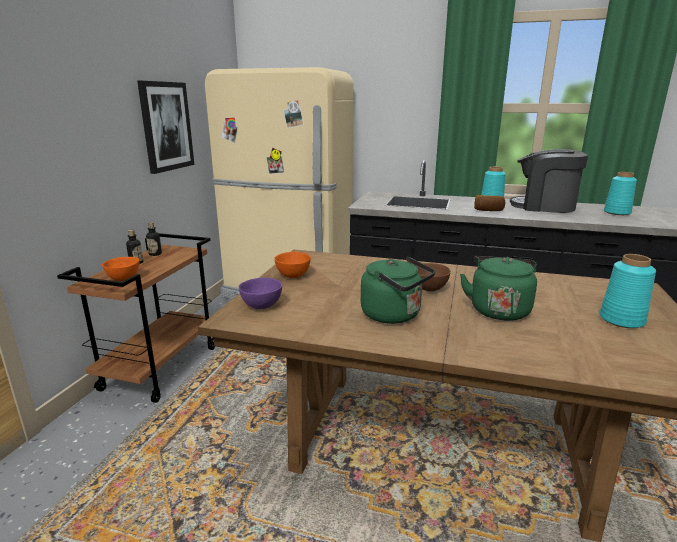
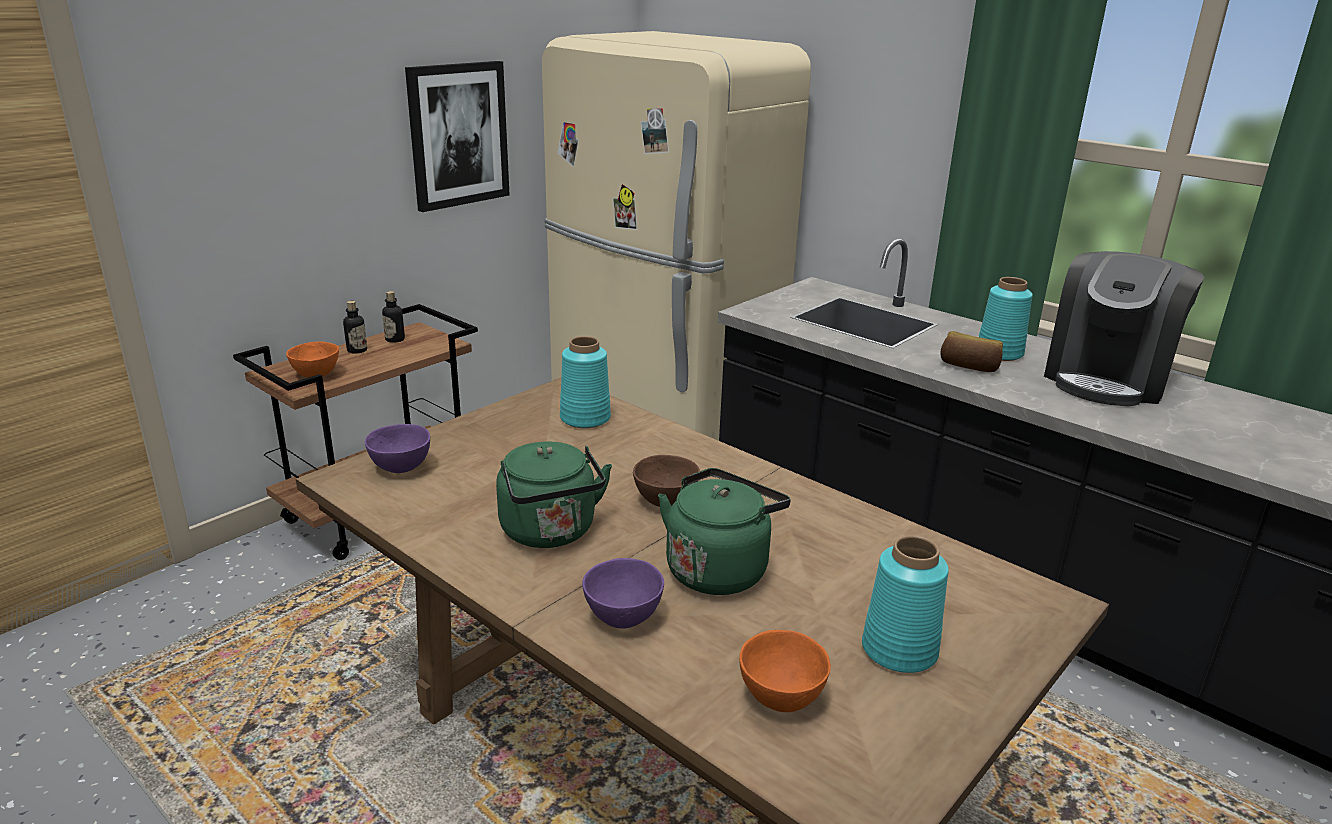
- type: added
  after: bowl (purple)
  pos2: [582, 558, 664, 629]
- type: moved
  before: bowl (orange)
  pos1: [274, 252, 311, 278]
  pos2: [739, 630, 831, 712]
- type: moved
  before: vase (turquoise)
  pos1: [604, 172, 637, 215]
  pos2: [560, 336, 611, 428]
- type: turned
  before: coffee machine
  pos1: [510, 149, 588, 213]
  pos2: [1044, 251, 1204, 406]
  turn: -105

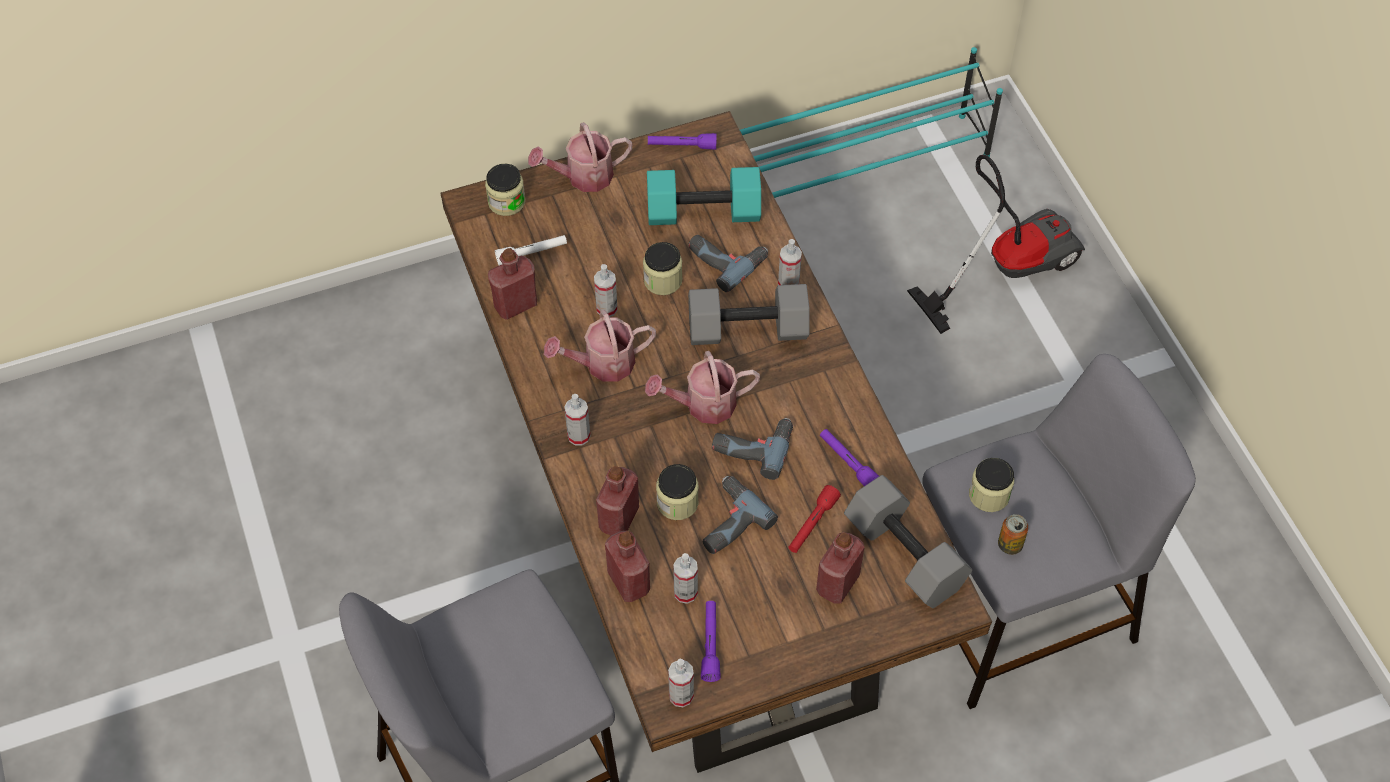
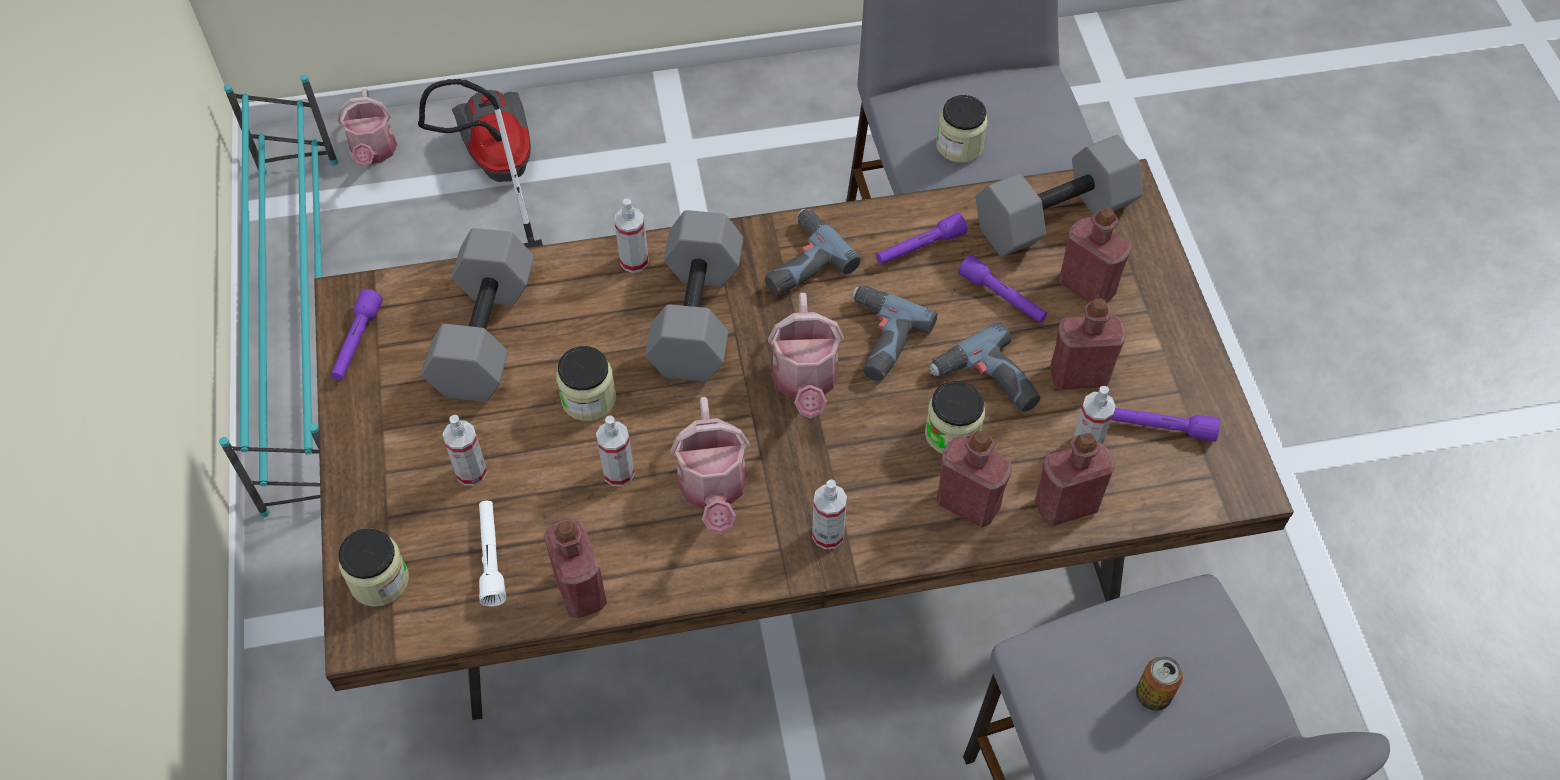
- type: added
  after: bottle (red)
  pos2: [1050, 299, 1126, 390]
- type: moved
  before: watering can
  pos1: [528, 122, 632, 192]
  pos2: [338, 88, 397, 167]
- type: moved
  before: spray bottle
  pos1: [668, 659, 694, 707]
  pos2: [443, 415, 487, 486]
- type: moved
  before: power drill
  pos1: [688, 235, 768, 292]
  pos2: [765, 209, 861, 295]
- type: moved
  before: can
  pos1: [998, 514, 1028, 555]
  pos2: [1136, 656, 1183, 711]
- type: recoloured
  before: dumbbell (turquoise)
  after: dumbbell (grey)
  pos1: [647, 167, 761, 225]
  pos2: [421, 228, 534, 402]
- type: recoloured
  before: flashlight (red)
  after: flashlight (purple)
  pos1: [788, 485, 841, 553]
  pos2: [958, 255, 1047, 323]

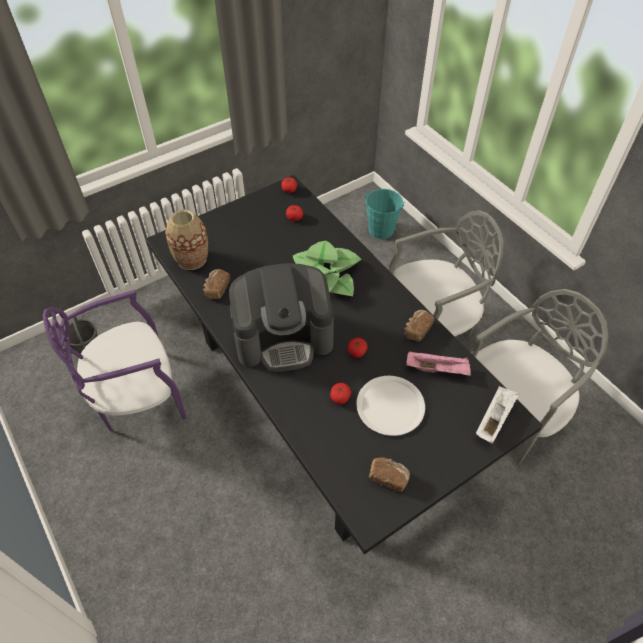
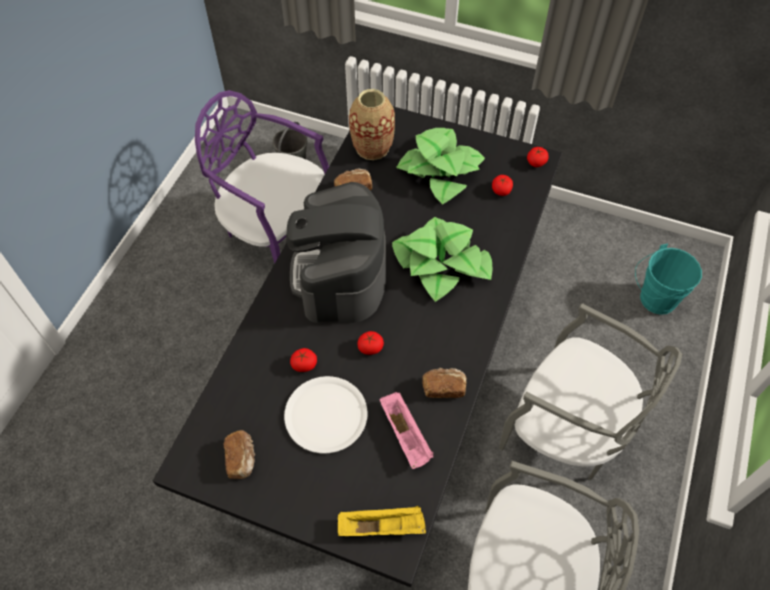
- type: added
  after: potted plant
  pos2: [396, 128, 485, 205]
- type: recoloured
  before: tray (white)
  after: tray (yellow)
  pos1: [476, 386, 519, 443]
  pos2: [338, 506, 426, 536]
- type: turned
  before: coffee machine
  pos1: [229, 263, 334, 372]
  pos2: [286, 182, 386, 323]
  turn: 45

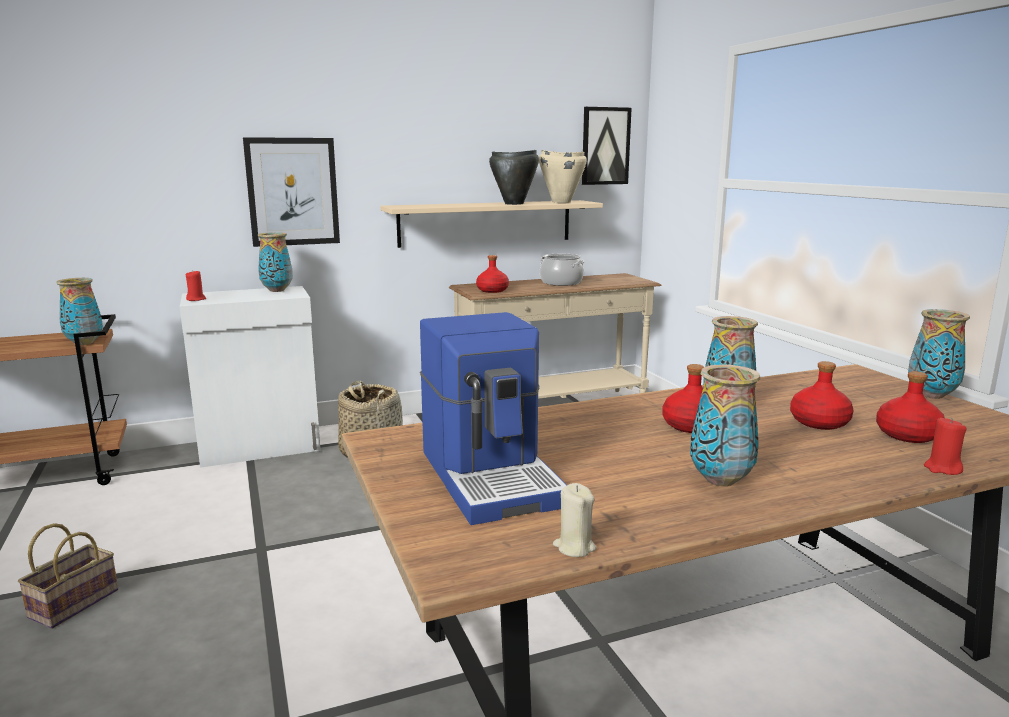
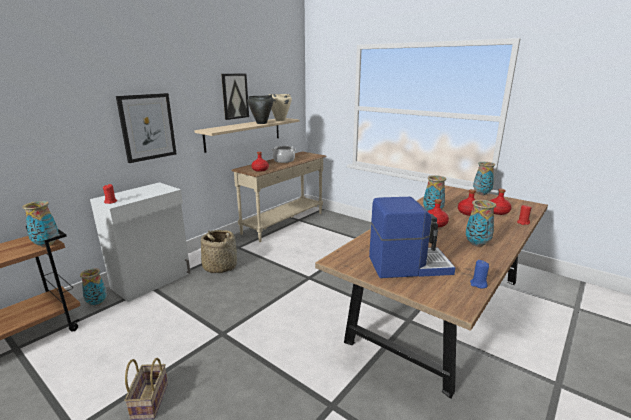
- type: moved
  before: vase
  pos1: [258, 232, 293, 292]
  pos2: [80, 268, 107, 306]
- type: moved
  before: picture
  pos1: [582, 107, 632, 185]
  pos2: [221, 73, 249, 120]
- type: recoloured
  before: candle (beige)
  after: candle (blue)
  pos1: [553, 483, 596, 557]
  pos2: [470, 260, 489, 288]
- type: turned
  before: coffee machine
  pos1: [420, 312, 567, 525]
  pos2: [369, 197, 455, 278]
  turn: -45

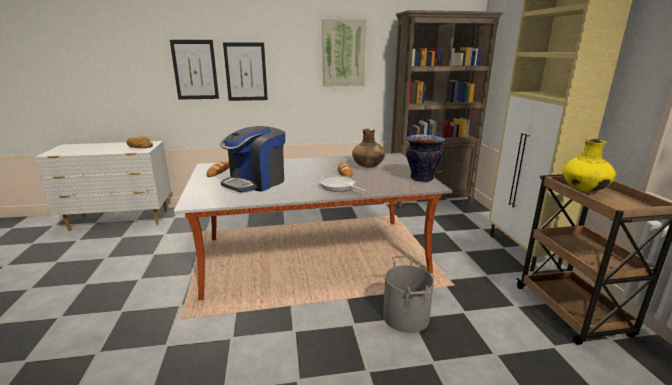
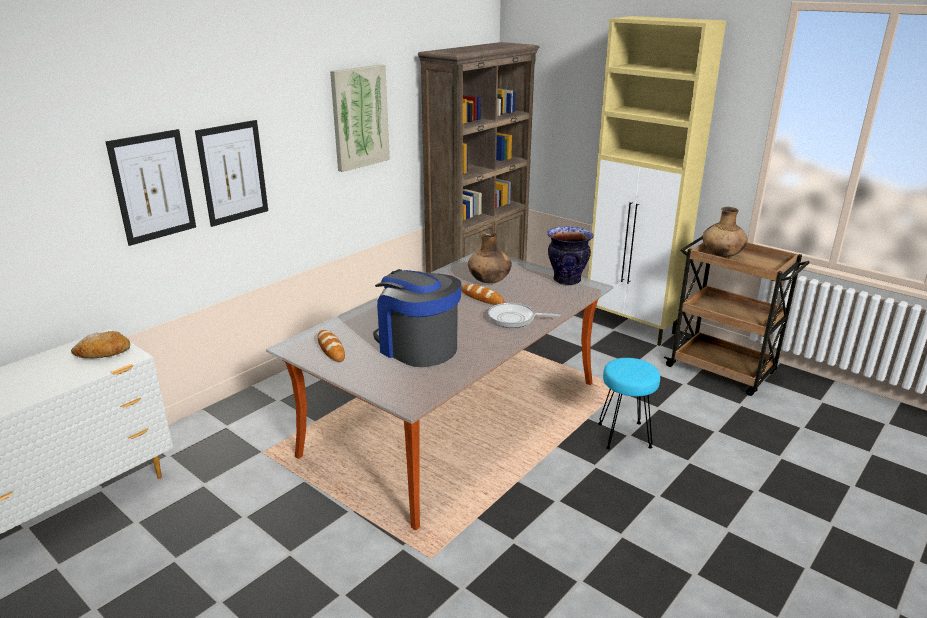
- type: replaced
  before: bucket (grey)
  after: stool (turquoise)
  pos1: [383, 256, 434, 333]
  pos2: [598, 358, 660, 449]
- type: recoloured
  before: vase (yellow)
  after: vase (brown)
  pos1: [562, 139, 616, 192]
  pos2: [702, 207, 748, 257]
- type: turned
  before: coffee machine
  pos1: [220, 126, 285, 192]
  pos2: [373, 269, 462, 367]
  turn: 135

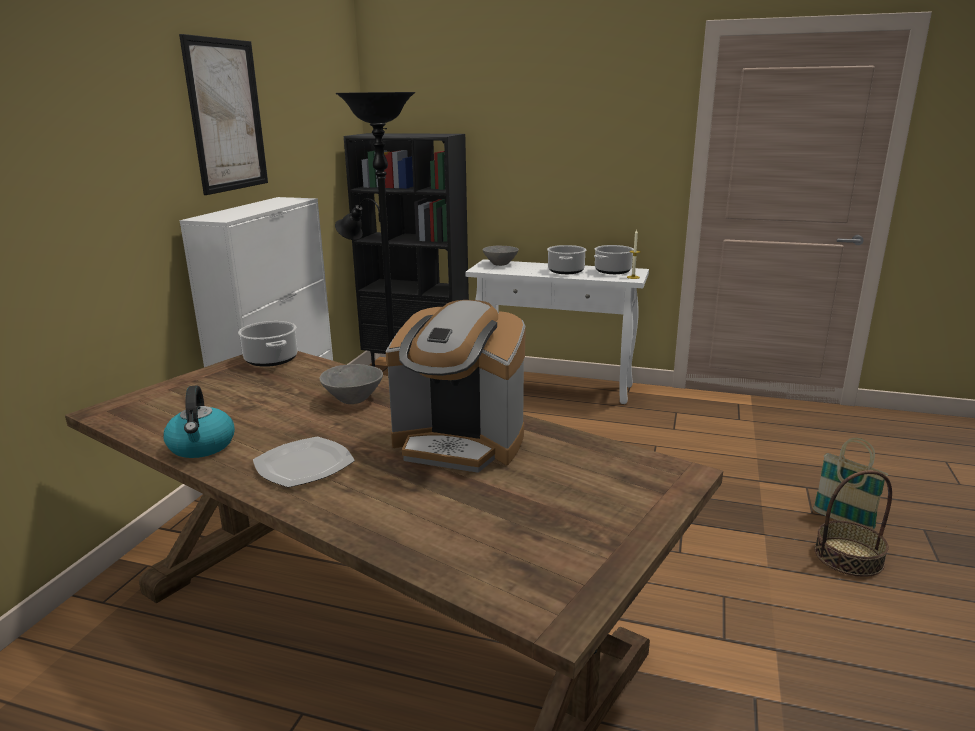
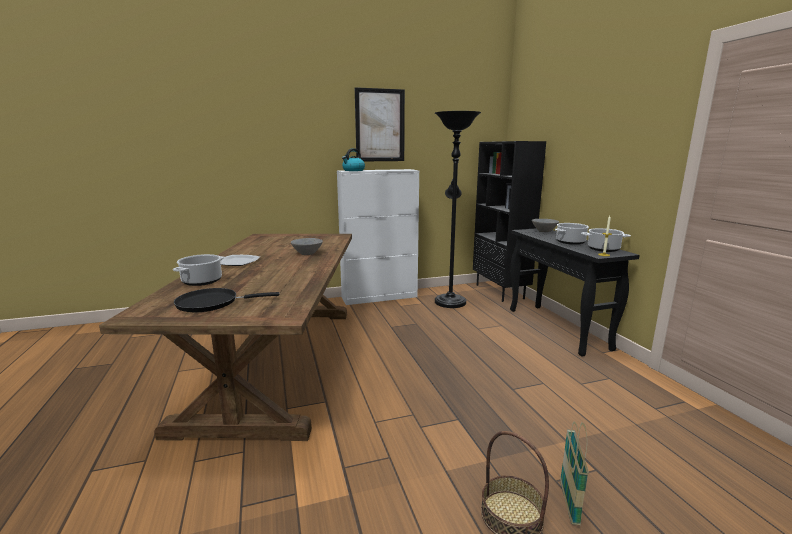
- type: removed
  before: coffee machine
  pos1: [386, 300, 526, 473]
- type: added
  after: frying pan (black)
  pos2: [174, 288, 279, 312]
- type: moved
  before: kettle
  pos1: [163, 385, 235, 458]
  pos2: [342, 148, 365, 171]
- type: moved
  before: cooking pot
  pos1: [238, 321, 297, 367]
  pos2: [173, 254, 224, 286]
- type: recoloured
  before: console table (white)
  after: console table (black)
  pos1: [465, 259, 649, 404]
  pos2: [510, 228, 640, 357]

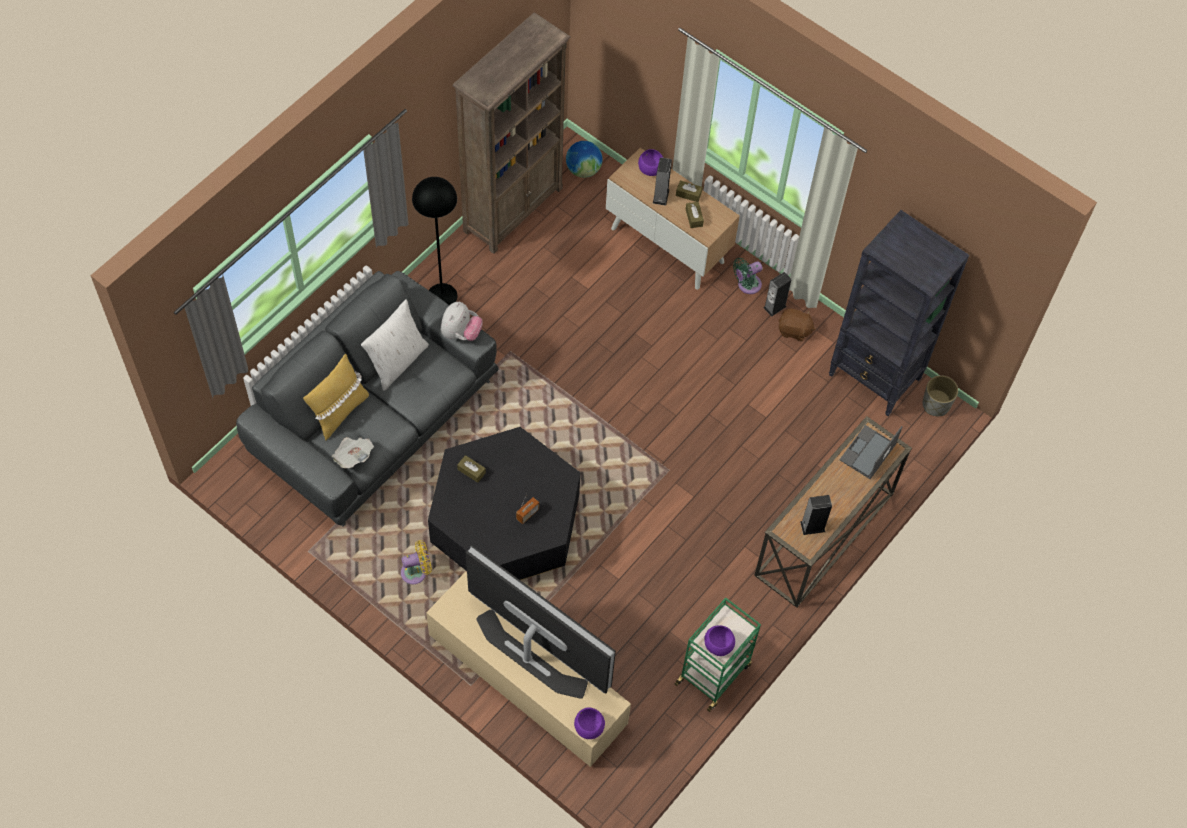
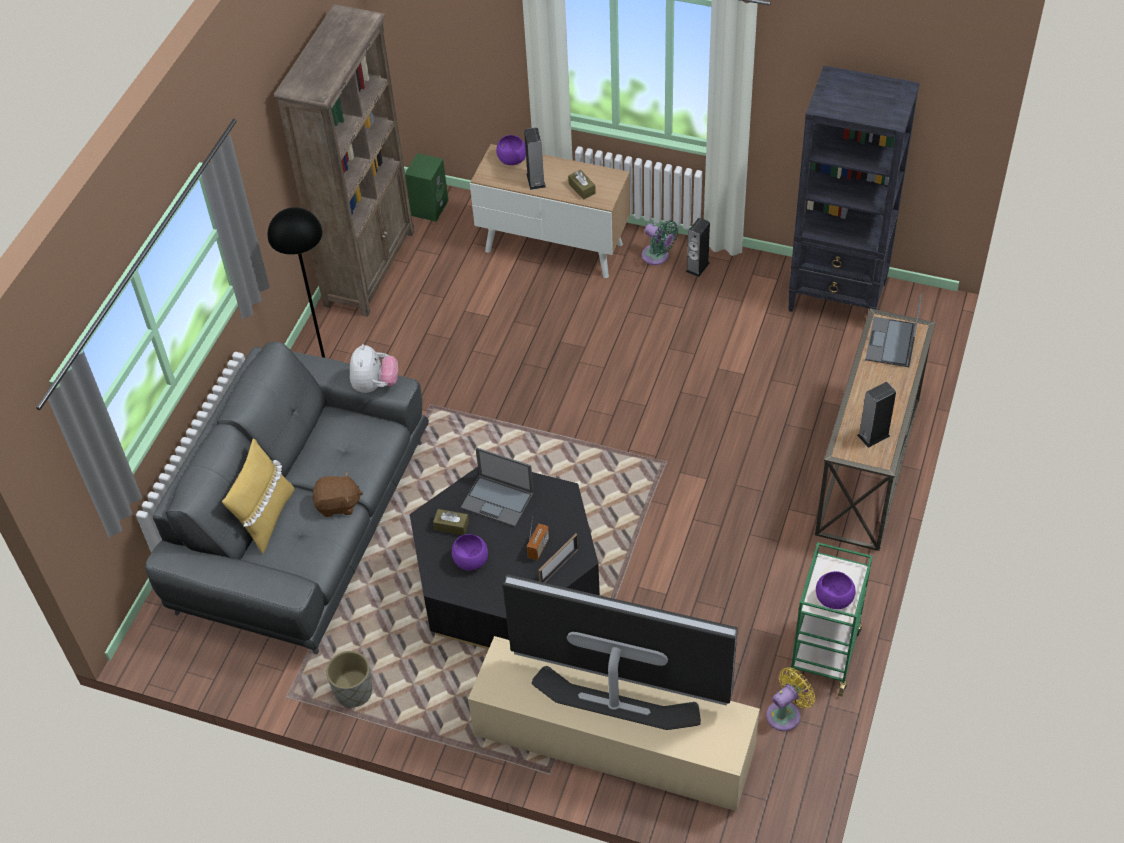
- type: removed
  before: newspaper
  pos1: [331, 437, 374, 468]
- type: removed
  before: pillow (white)
  pos1: [361, 299, 429, 391]
- type: removed
  before: tissue box (brown)
  pos1: [676, 180, 703, 202]
- type: added
  after: laptop
  pos2: [461, 447, 534, 527]
- type: added
  after: picture frame
  pos2: [538, 533, 578, 583]
- type: moved
  before: fan (yellow)
  pos1: [401, 540, 432, 584]
  pos2: [766, 667, 815, 731]
- type: moved
  before: bowl (purple)
  pos1: [574, 707, 605, 739]
  pos2: [452, 534, 488, 570]
- type: moved
  before: plush toy (brown)
  pos1: [778, 308, 816, 341]
  pos2: [312, 472, 363, 517]
- type: moved
  before: planter (grey)
  pos1: [923, 375, 958, 416]
  pos2: [326, 651, 372, 708]
- type: replaced
  before: globe
  after: speaker (green)
  pos1: [566, 141, 603, 178]
  pos2: [405, 153, 449, 222]
- type: turned
  before: fan (green)
  pos1: [733, 258, 763, 294]
  pos2: [642, 220, 679, 265]
  turn: -90

